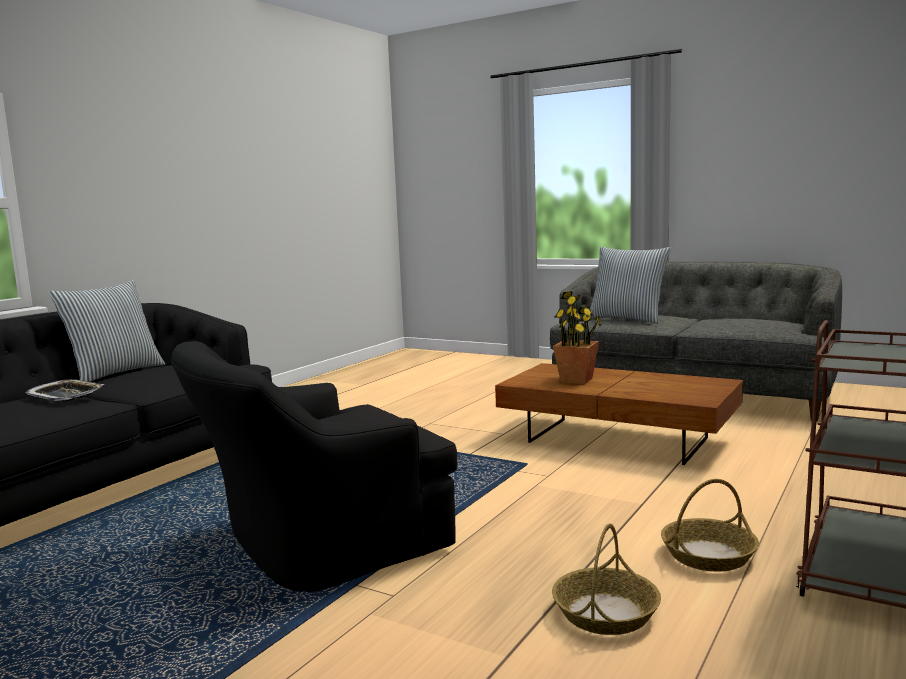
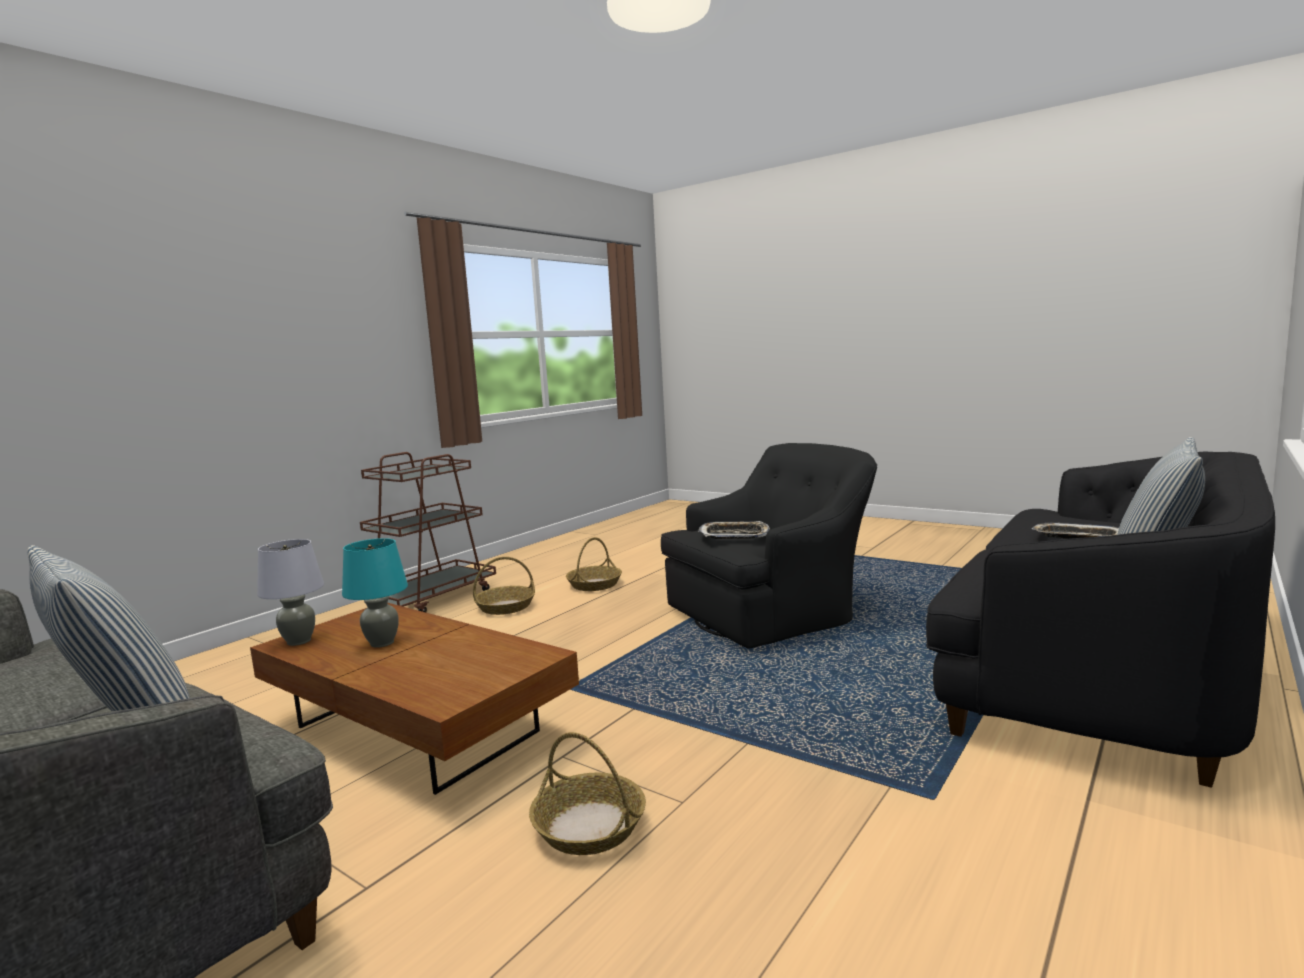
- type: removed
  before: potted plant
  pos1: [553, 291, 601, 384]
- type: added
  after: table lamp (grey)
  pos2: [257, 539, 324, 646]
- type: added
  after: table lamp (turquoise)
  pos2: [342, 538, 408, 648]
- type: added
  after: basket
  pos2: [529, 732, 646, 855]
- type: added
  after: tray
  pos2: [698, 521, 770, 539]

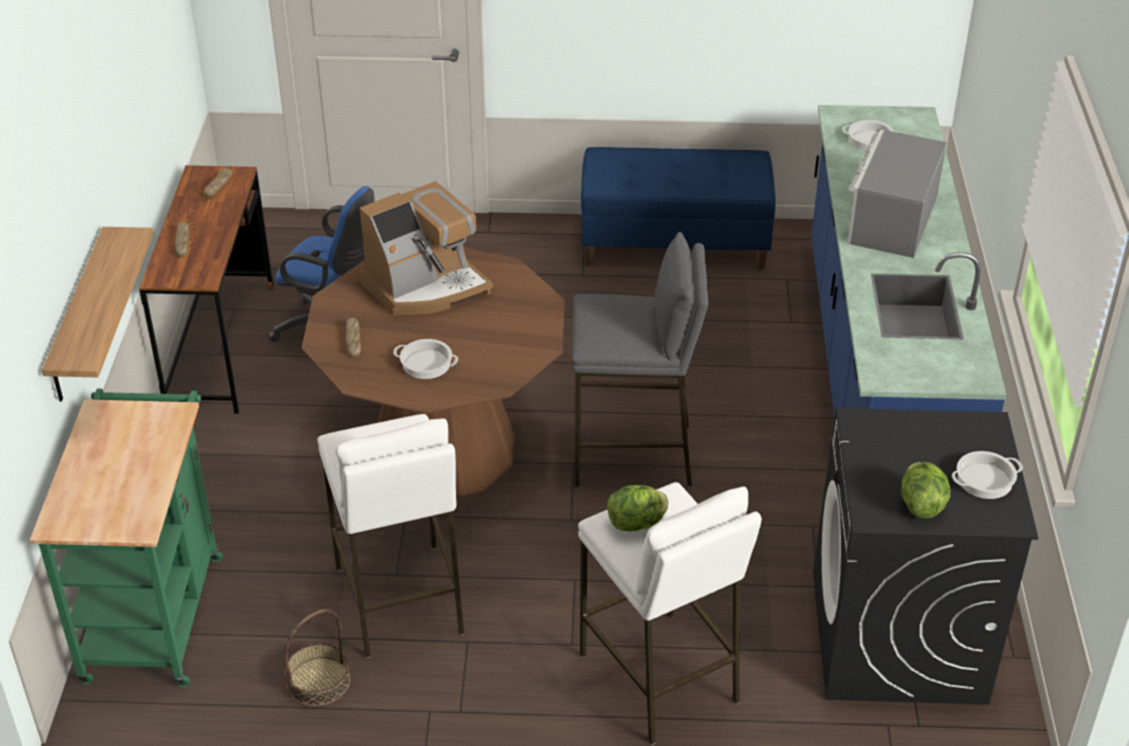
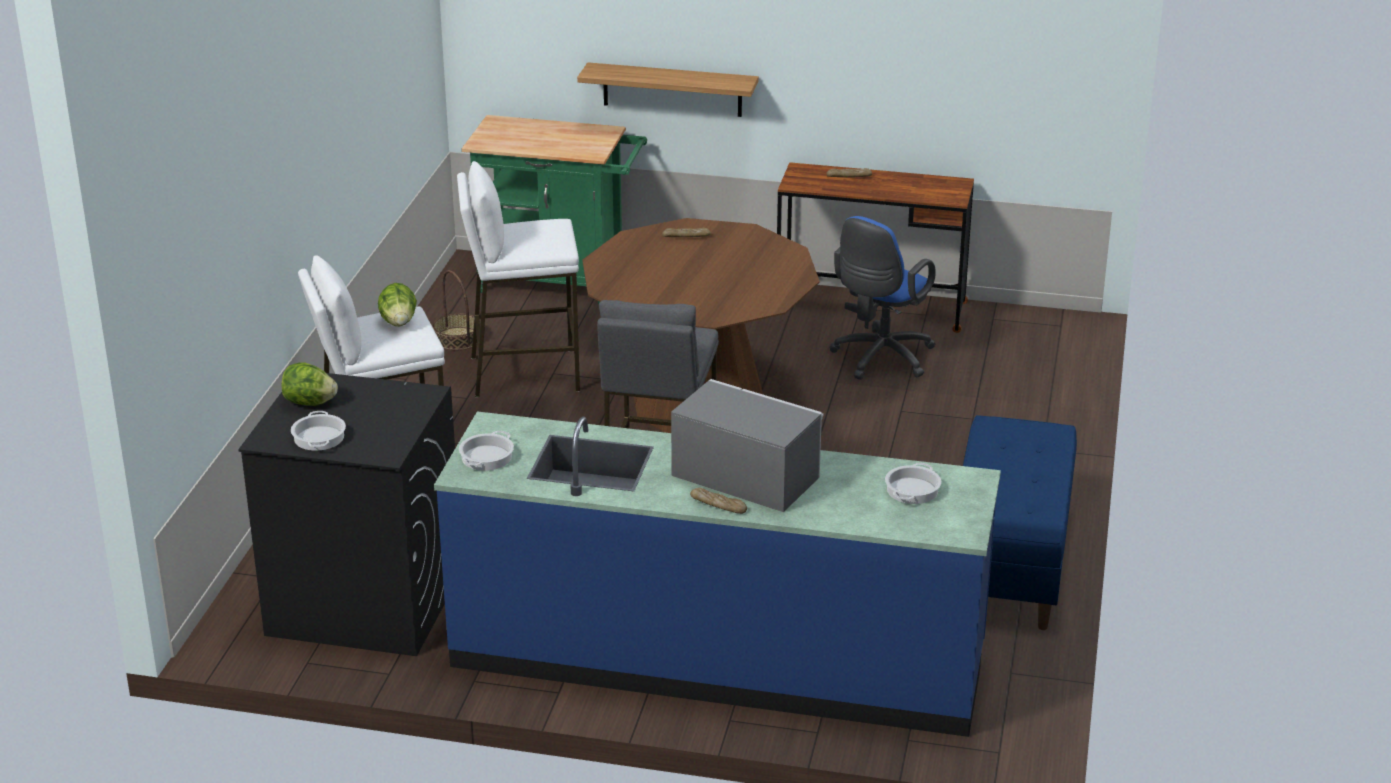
- type: removed
  before: coffee machine
  pos1: [360, 181, 493, 315]
- type: moved
  before: bread
  pos1: [204, 168, 233, 197]
  pos2: [690, 488, 747, 514]
- type: moved
  before: cooking pot
  pos1: [393, 339, 458, 379]
  pos2: [459, 431, 514, 471]

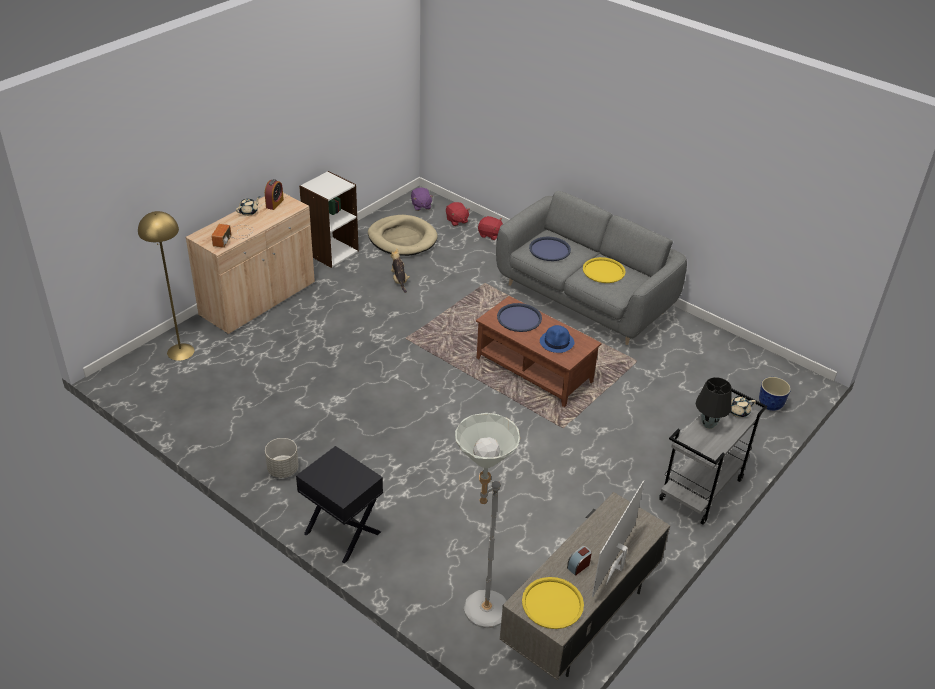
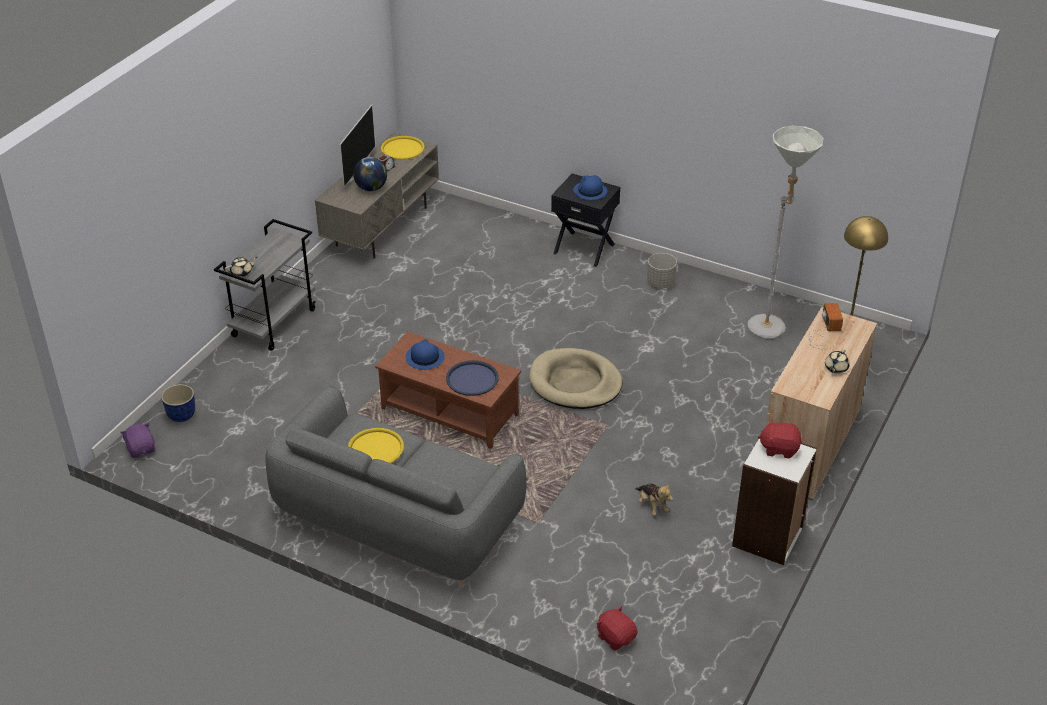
- type: removed
  before: alarm clock
  pos1: [265, 179, 284, 210]
- type: removed
  before: tray (blue)
  pos1: [529, 237, 571, 261]
- type: removed
  before: table lamp (black)
  pos1: [696, 377, 732, 429]
- type: added
  after: globe
  pos2: [353, 157, 387, 191]
- type: added
  after: hat (blue)
  pos2: [573, 175, 608, 200]
- type: moved
  before: dog bed (beige)
  pos1: [368, 215, 438, 256]
  pos2: [529, 348, 623, 409]
- type: moved
  before: plush toy (purple)
  pos1: [411, 188, 433, 211]
  pos2: [120, 423, 155, 458]
- type: moved
  before: floor lamp (grey)
  pos1: [455, 413, 520, 628]
  pos2: [747, 126, 824, 339]
- type: moved
  before: plush toy (red)
  pos1: [478, 216, 503, 240]
  pos2: [758, 419, 802, 458]

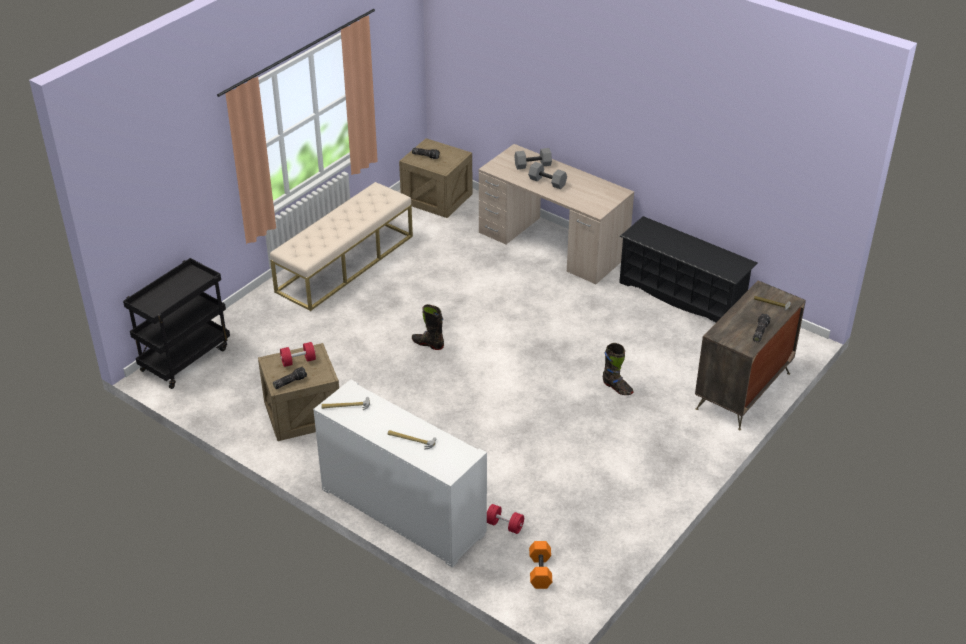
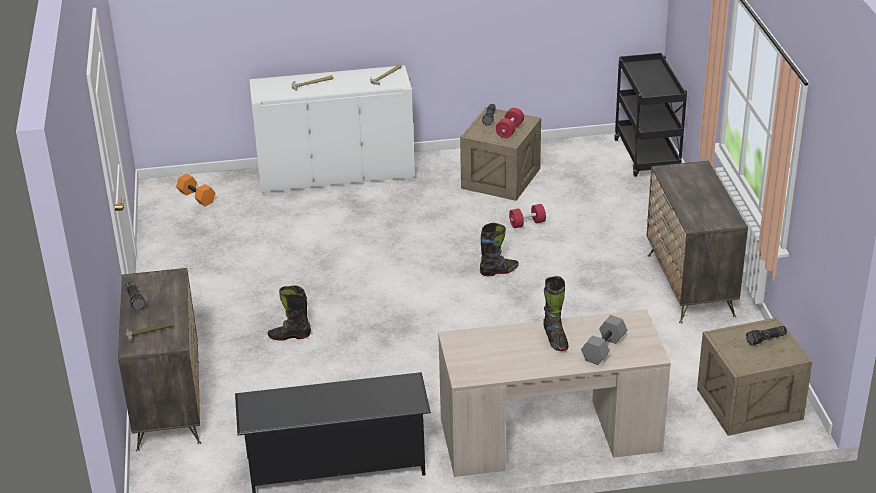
- type: moved
  before: dumbbell (red)
  pos1: [487, 504, 524, 534]
  pos2: [509, 204, 546, 228]
- type: replaced
  before: bench (beige)
  after: dresser
  pos1: [270, 182, 413, 311]
  pos2: [647, 161, 748, 324]
- type: replaced
  before: dumbbell (grey)
  after: boot (black)
  pos1: [528, 162, 567, 189]
  pos2: [543, 276, 569, 351]

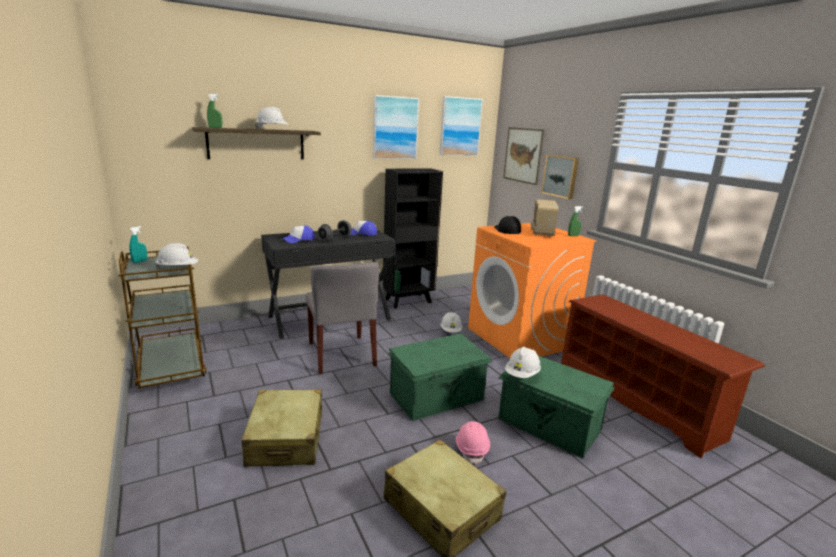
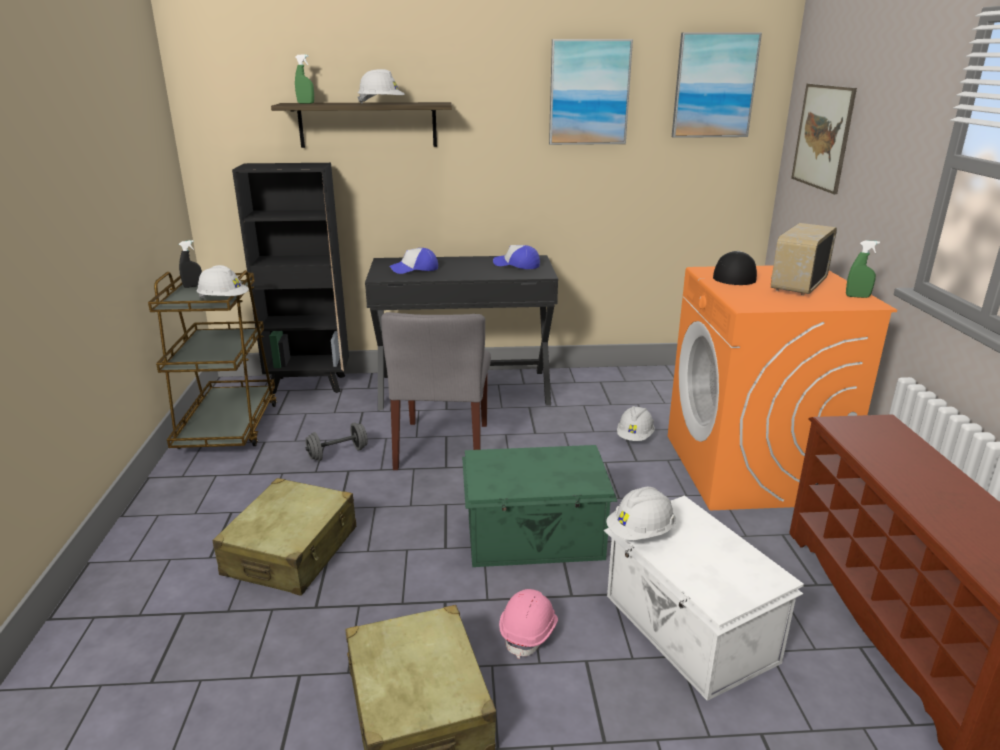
- type: removed
  before: picture
  pos1: [541, 154, 579, 199]
- type: moved
  before: dumbbell (grey)
  pos1: [318, 220, 352, 242]
  pos2: [305, 422, 368, 461]
- type: moved
  before: bookcase (black)
  pos1: [383, 168, 443, 309]
  pos2: [232, 163, 349, 394]
- type: recoloured
  before: spray bottle (turquoise)
  after: spray bottle (black)
  pos1: [129, 226, 147, 263]
  pos2: [179, 240, 202, 288]
- type: recoloured
  before: storage box (green)
  after: storage box (white)
  pos1: [498, 356, 615, 458]
  pos2: [604, 495, 804, 701]

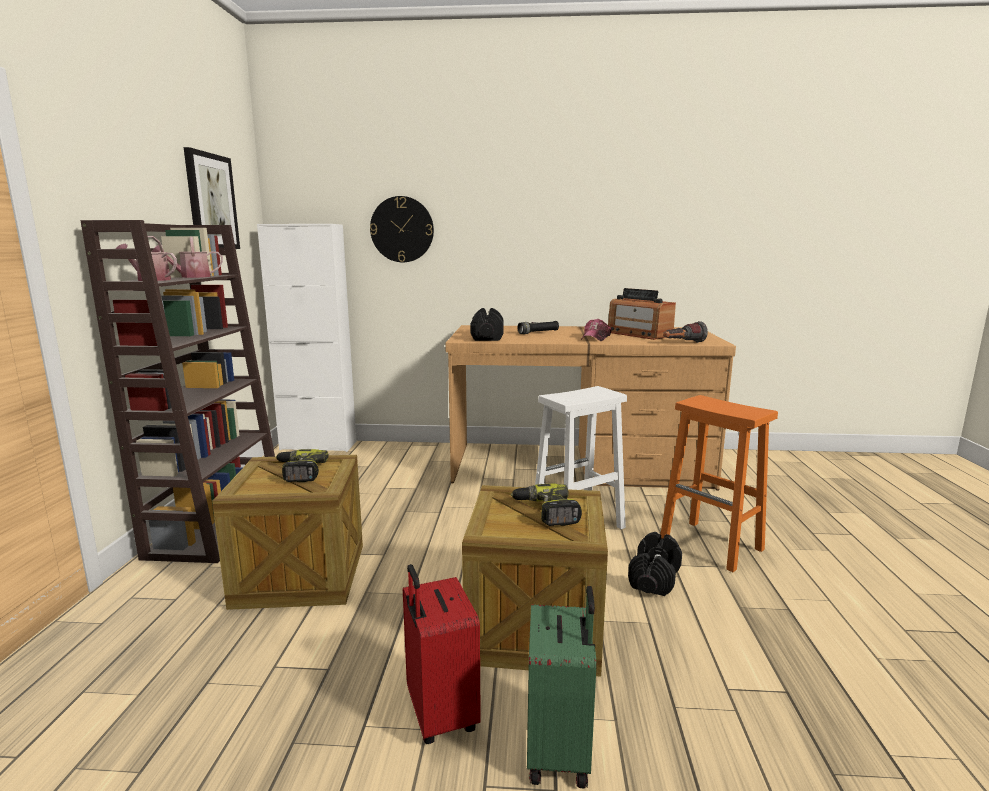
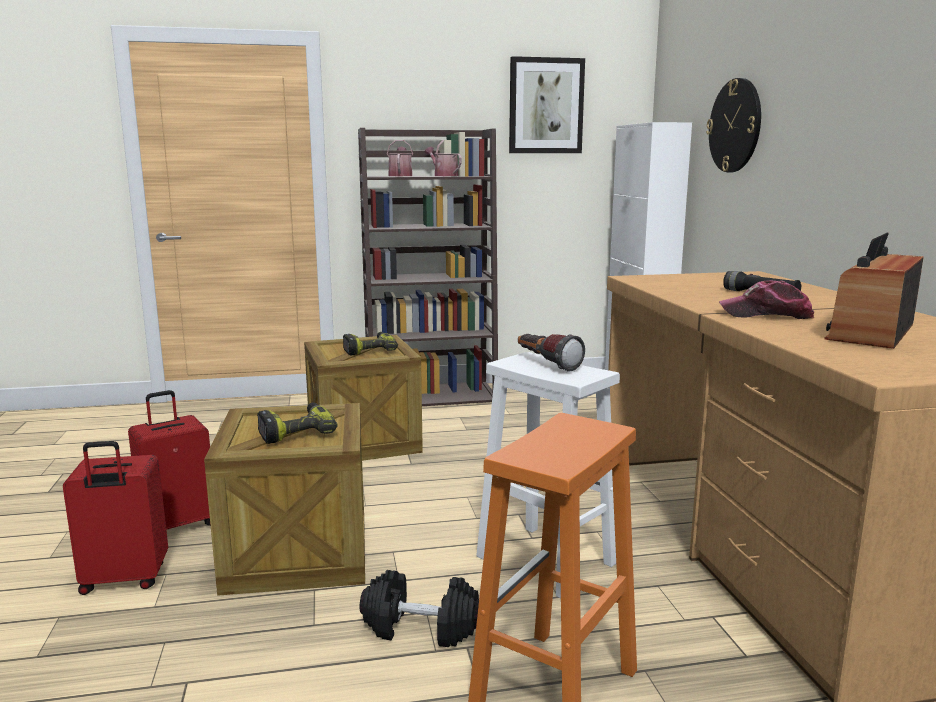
- type: removed
  before: dumbbell (black)
  pos1: [470, 308, 504, 341]
- type: moved
  before: flashlight
  pos1: [663, 321, 708, 343]
  pos2: [518, 334, 585, 372]
- type: recoloured
  before: suitcase (green)
  after: suitcase (red)
  pos1: [527, 586, 597, 788]
  pos2: [63, 441, 168, 595]

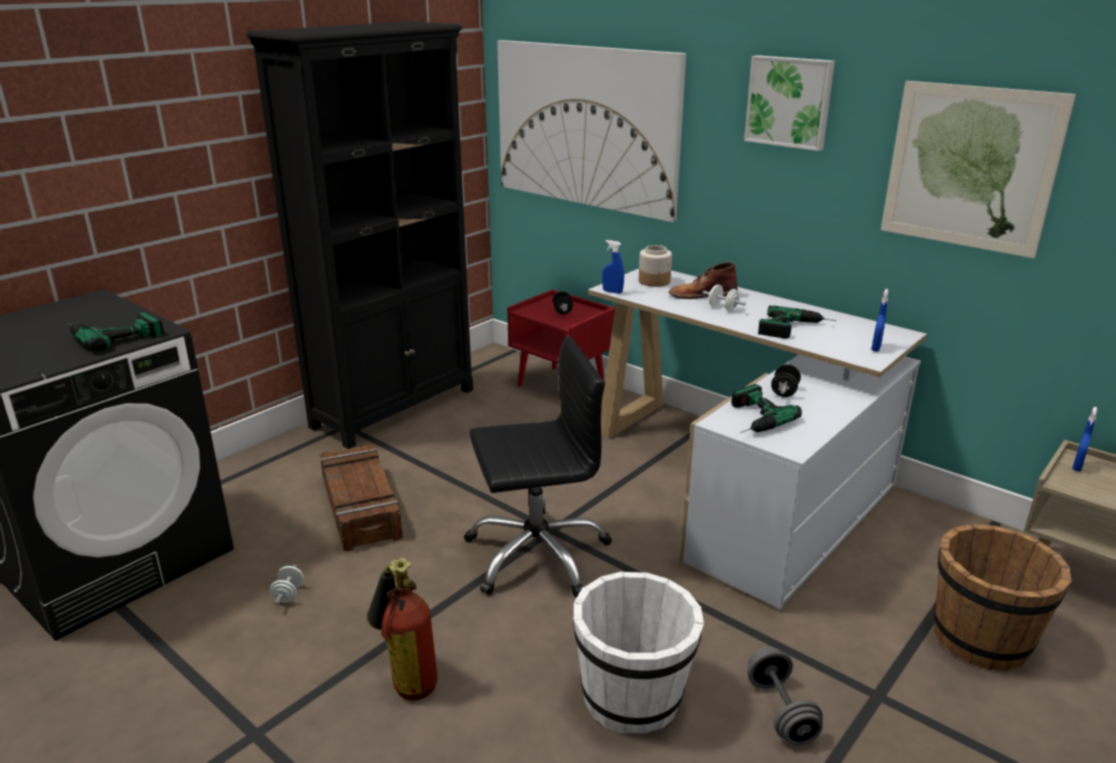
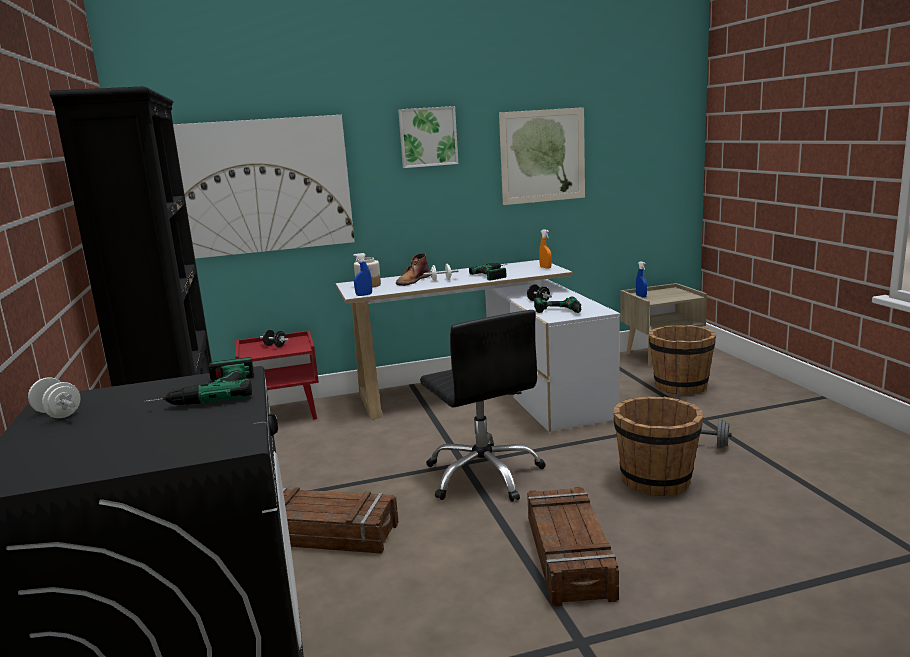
- type: moved
  before: dumbbell (white)
  pos1: [270, 565, 304, 605]
  pos2: [28, 377, 81, 418]
- type: replaced
  before: fire extinguisher
  after: crate
  pos1: [367, 558, 438, 700]
  pos2: [527, 487, 619, 606]
- type: recoloured
  before: bucket (white)
  after: bucket (brown)
  pos1: [573, 571, 704, 734]
  pos2: [613, 397, 704, 496]
- type: recoloured
  before: spray bottle (blue)
  after: spray bottle (orange)
  pos1: [871, 289, 889, 352]
  pos2: [539, 229, 552, 269]
- type: turned
  before: office chair (black)
  pos1: [464, 336, 612, 597]
  pos2: [420, 310, 546, 502]
  turn: 135

